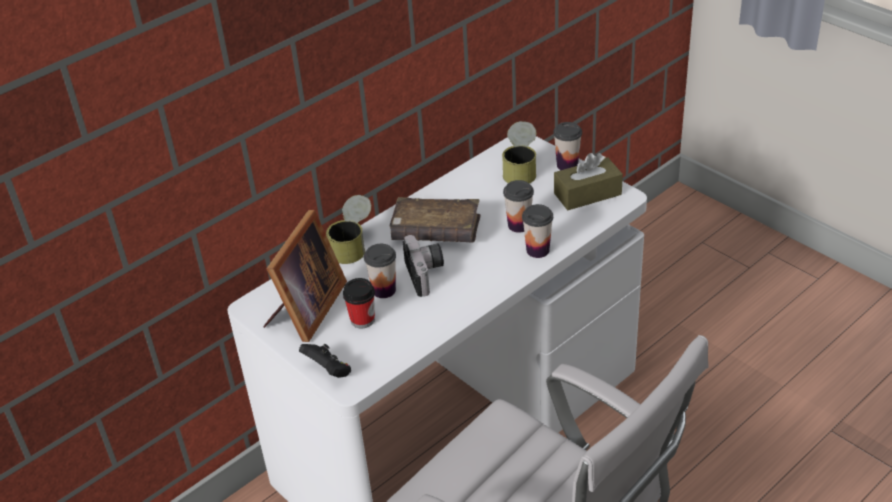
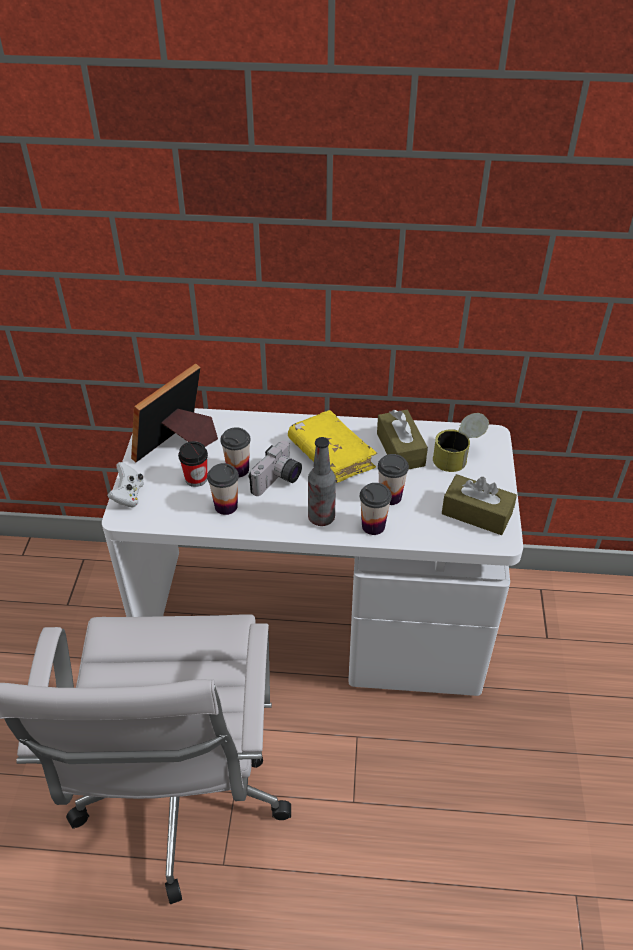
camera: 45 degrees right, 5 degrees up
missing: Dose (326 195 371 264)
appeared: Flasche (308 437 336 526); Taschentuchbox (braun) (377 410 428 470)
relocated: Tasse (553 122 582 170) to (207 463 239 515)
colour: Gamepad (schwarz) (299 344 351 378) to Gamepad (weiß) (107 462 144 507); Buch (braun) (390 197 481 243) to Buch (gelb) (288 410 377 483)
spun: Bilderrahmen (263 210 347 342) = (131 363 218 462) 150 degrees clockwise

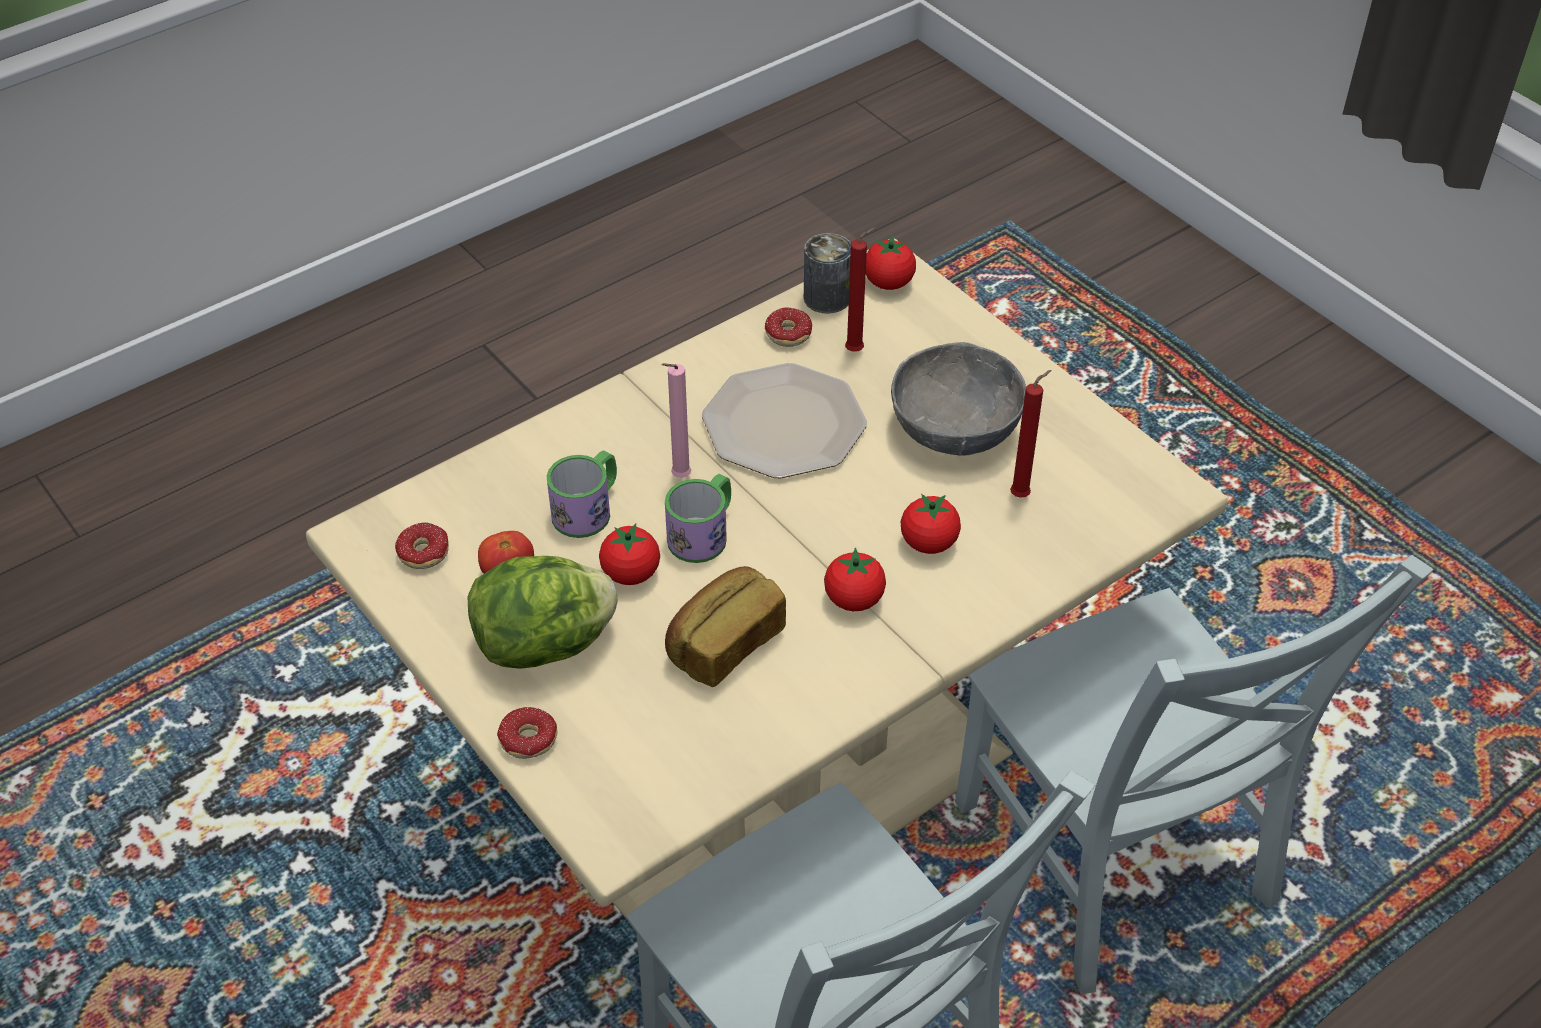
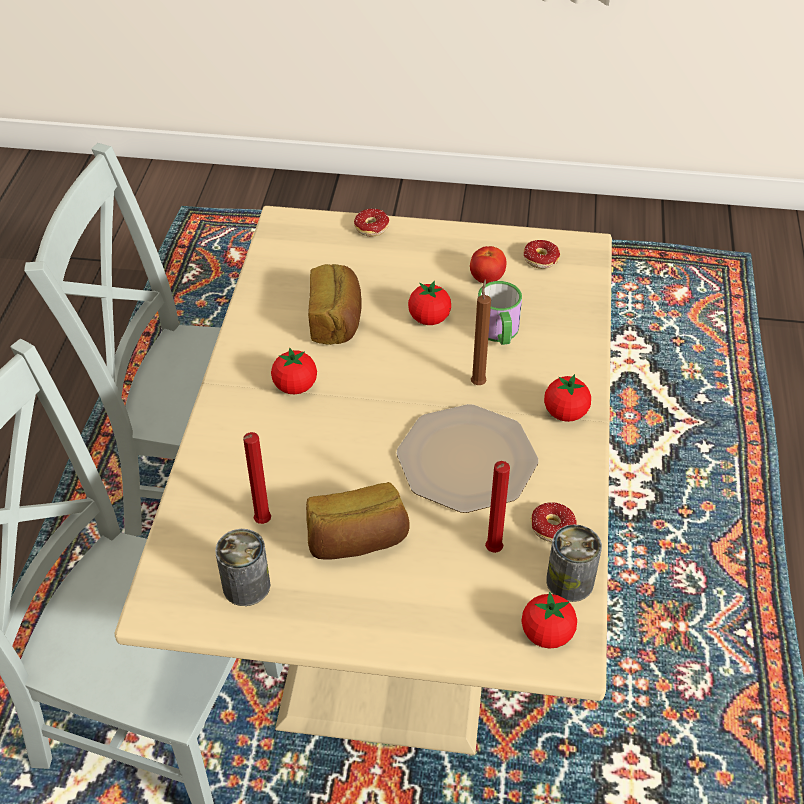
camera: 135 degrees right, 0 degrees up
missing: Salatkopf (467 556 618 669); Henkelbecher (665 473 731 563)
appeared: Dose (215 529 270 606)
relocated: Tomate (901 494 961 554) to (544 374 591 422)
exchanged: Schüssel (grau) (891 342 1026 456) to Brot (306 482 409 560)
colour: Kerze (rosa) (661 363 691 478) to Kerze (braun) (471 279 491 385)

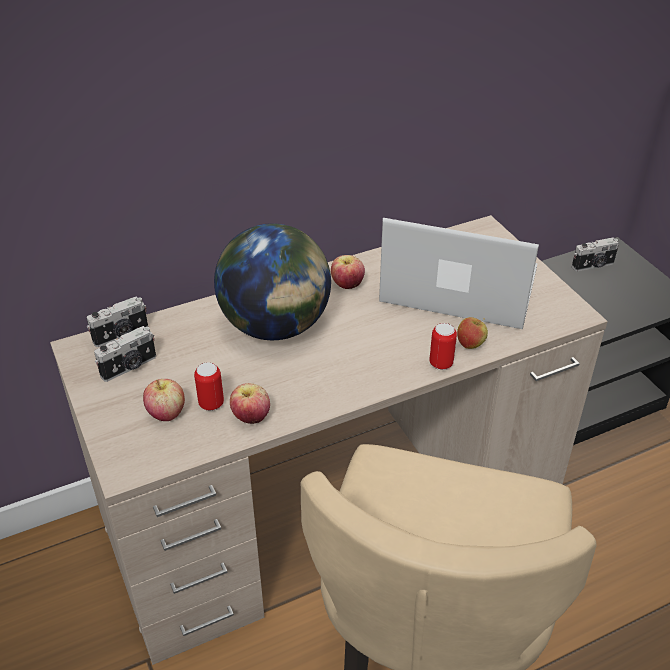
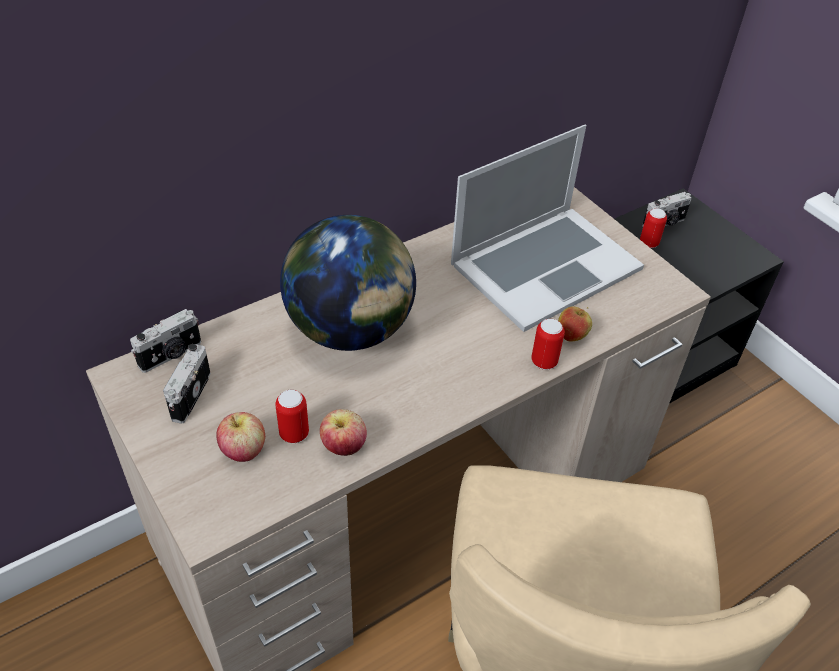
camera: 10 degrees left, 5 degrees up
missing: Apfel (331 255 365 289)
appeared: Dose (640 208 667 248)
spun: Kamera (94 326 156 382) = (163 344 211 423) 150 degrees clockwise; Laptop (379 218 539 329) = (451 125 644 332) 135 degrees clockwise

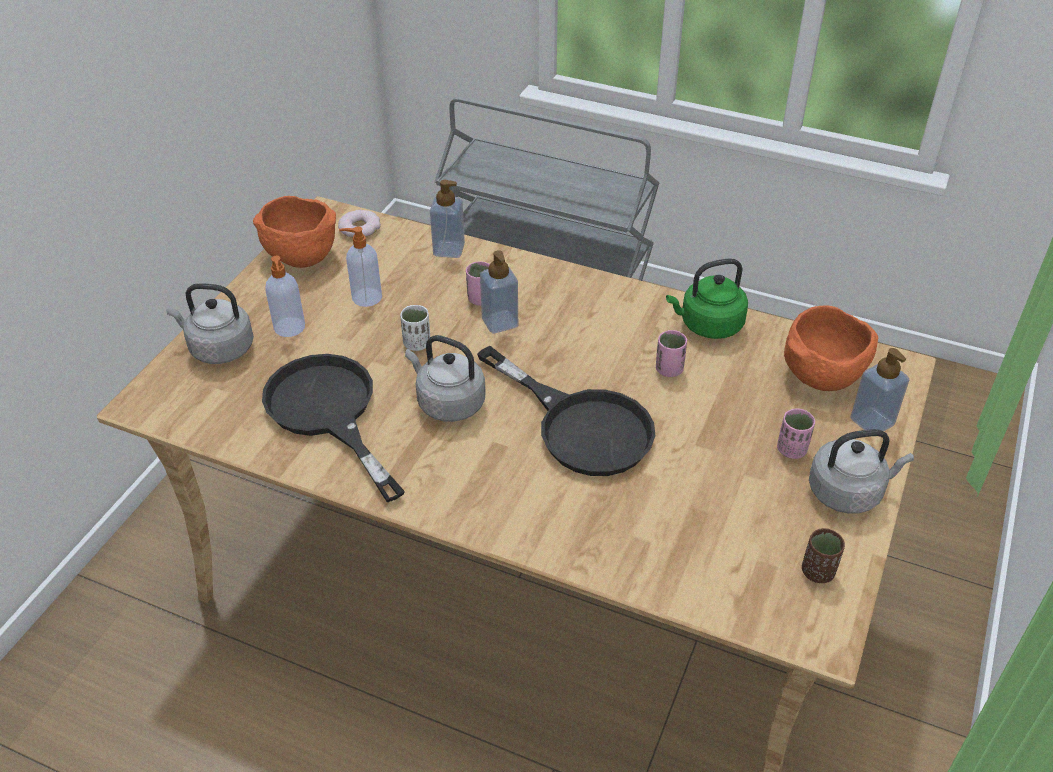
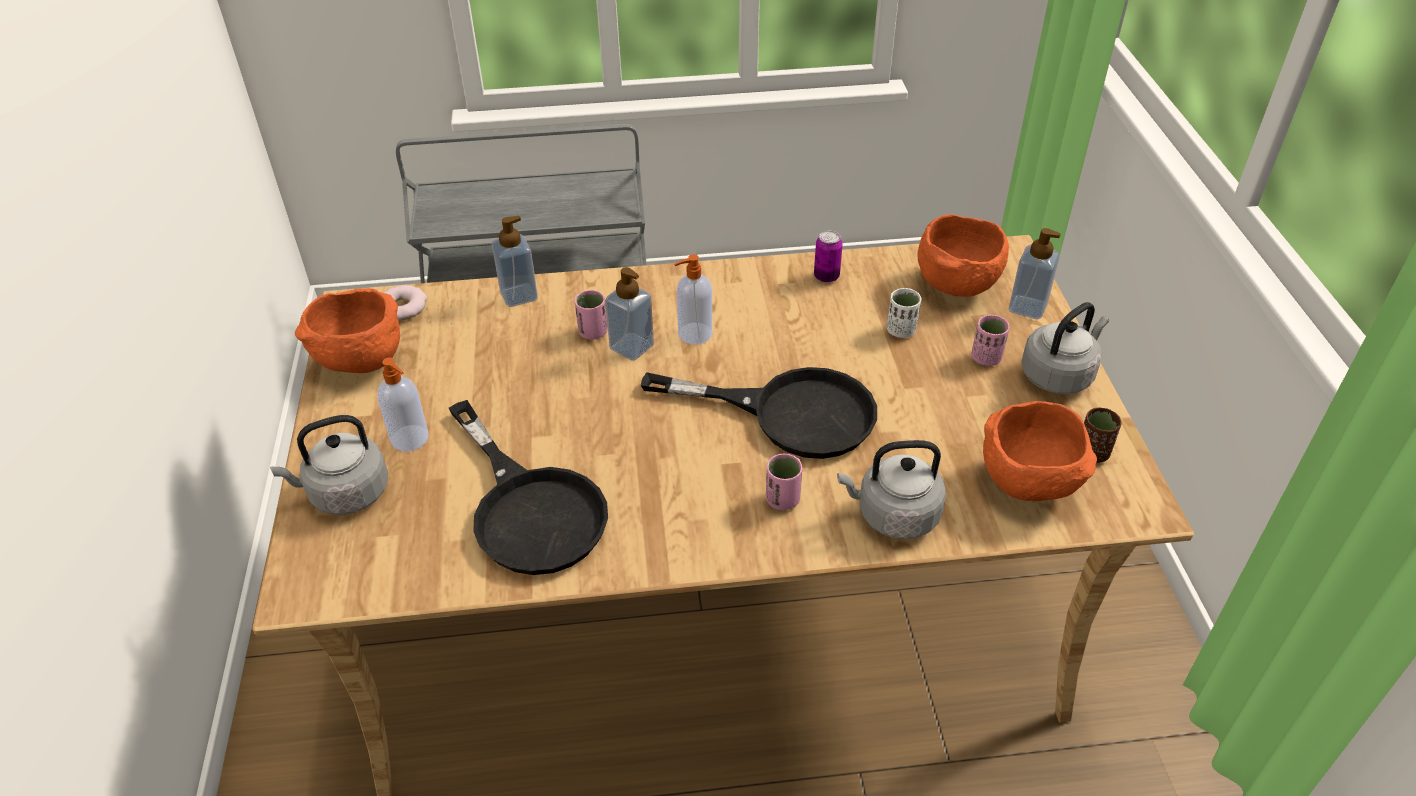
camera: 30 degrees left, 0 degrees up
appeared: Schüssel (orange) (983 401 1097 501)
relocated: Seifenspender (339 226 382 307) to (674 254 712 344); Tasse (weiß) (400 305 430 351) to (887 288 921 338); Wasserkessel (grau) (405 335 486 422) to (837 440 946 539); Tasse (rosa) (656 330 687 377) to (766 454 802 510)
exchanged: Wasserkessel (grün) (666 258 748 339) to Dose (814 231 843 283)
spun: Pfanne (schwarz) (262 354 405 502) = (449 400 608 575) 150 degrees counterclockwise

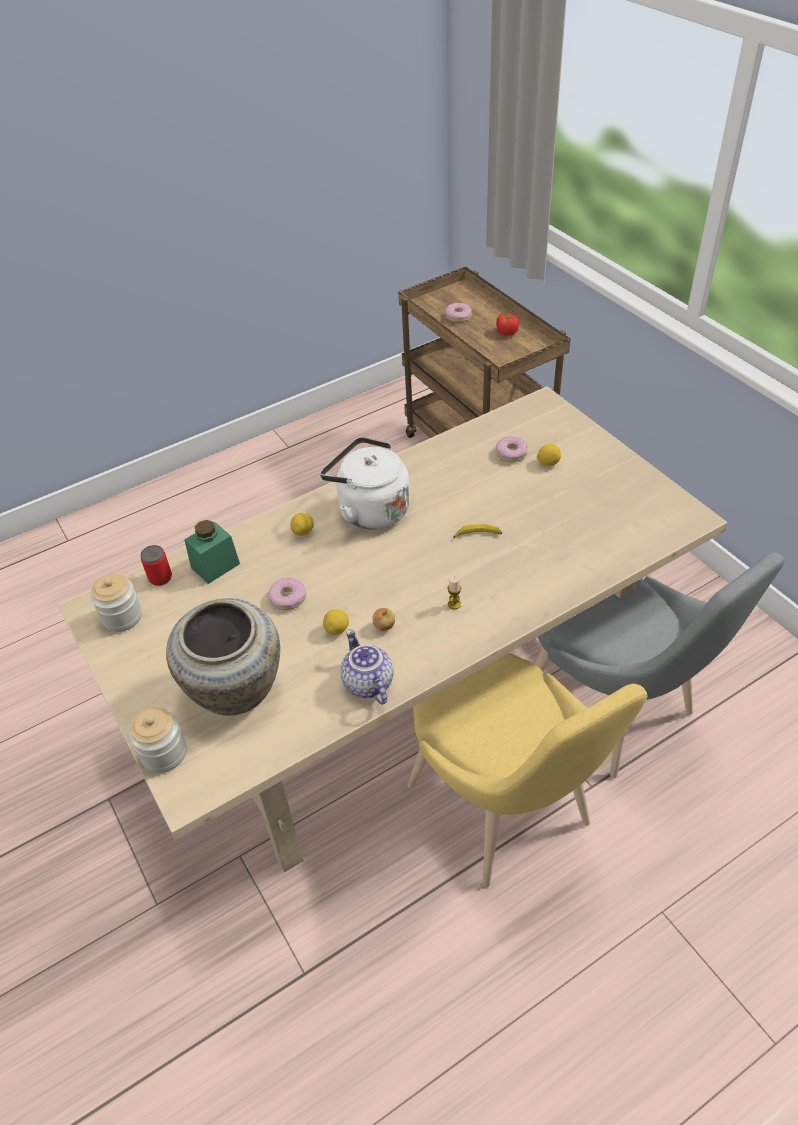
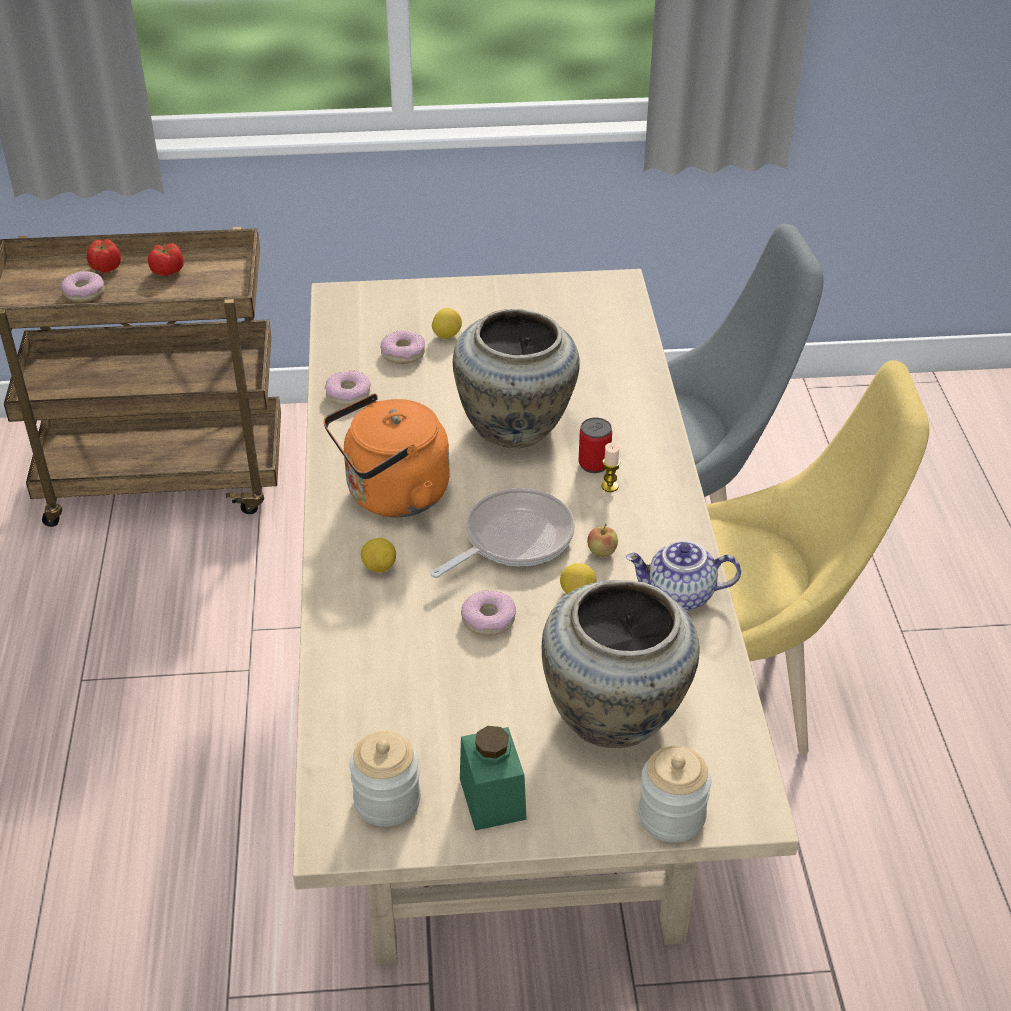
camera: 65 degrees left, 5 degrees down
appeared: Tomate (87 239 121 273); Donut (325 371 371 406); Pfanne (430 488 575 578)
relocated: Dose (140 545 172 586) to (579 418 612 473); Vorratsglas (grün) (184 520 240 584) to (460 726 527 831)
exchanged: Banane (453 524 502 538) to Vase (beige) (453 309 580 448)
colour: Wasserkessel (weiß) (320 437 410 529) to Wasserkessel (orange) (324 393 450 517)

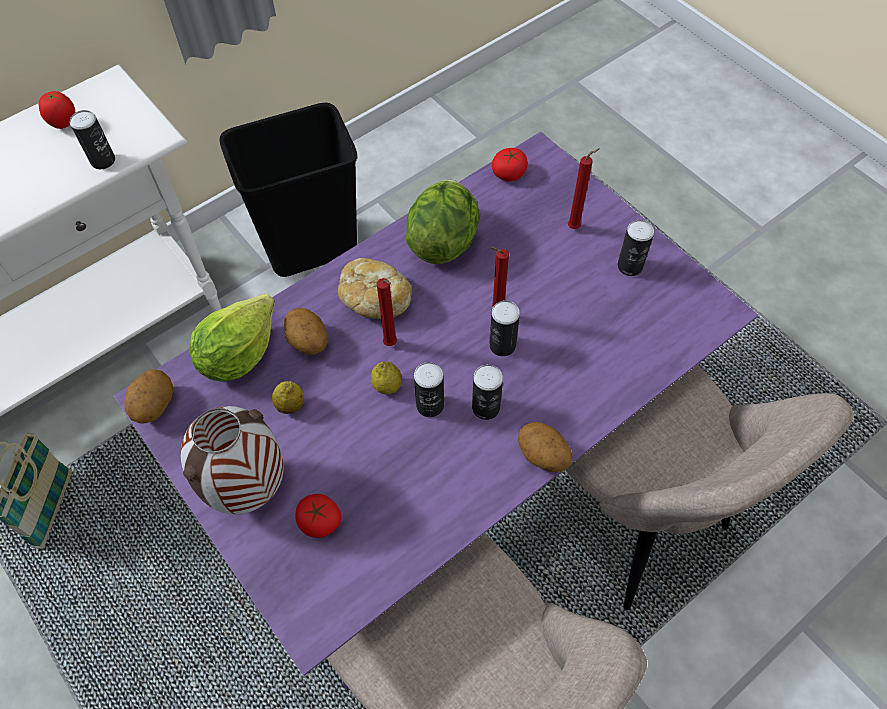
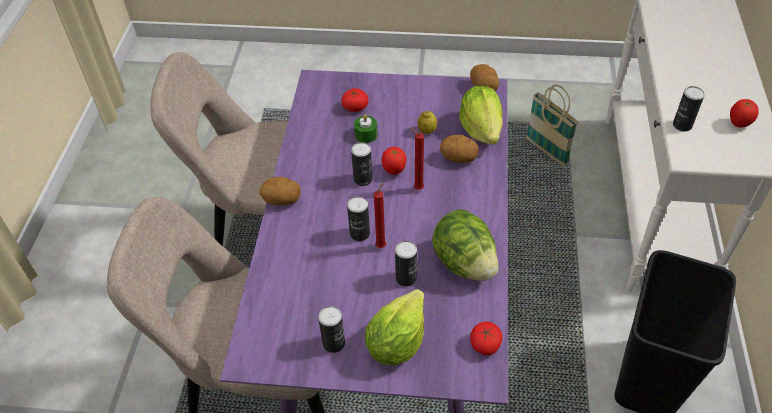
camera: 135 degrees right, 10 degrees down
missing: Vase (180 406 284 514); Brot (338 258 412 319)
appeared: Kerze (grün) (354 114 378 143)
relocated: Dose (472 364 503 420) to (395 241 417 287)
exchanged: Zitrone (371 362 402 394) to Tomate (382 147 406 175); Kerze (rot) (568 148 600 229) to Salatkopf (365 289 424 365)

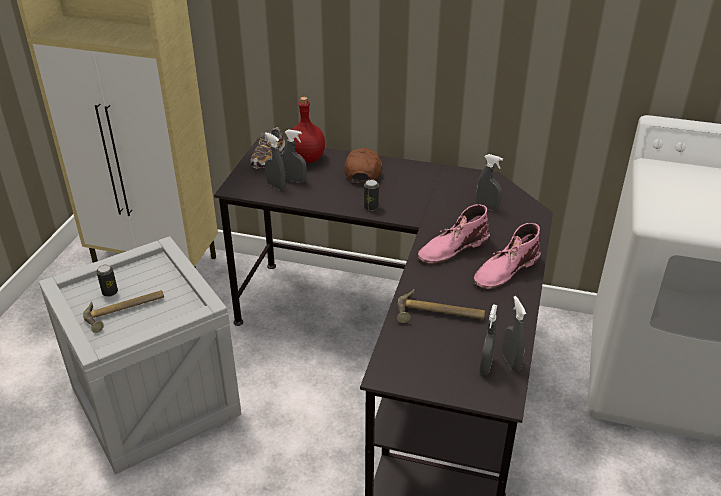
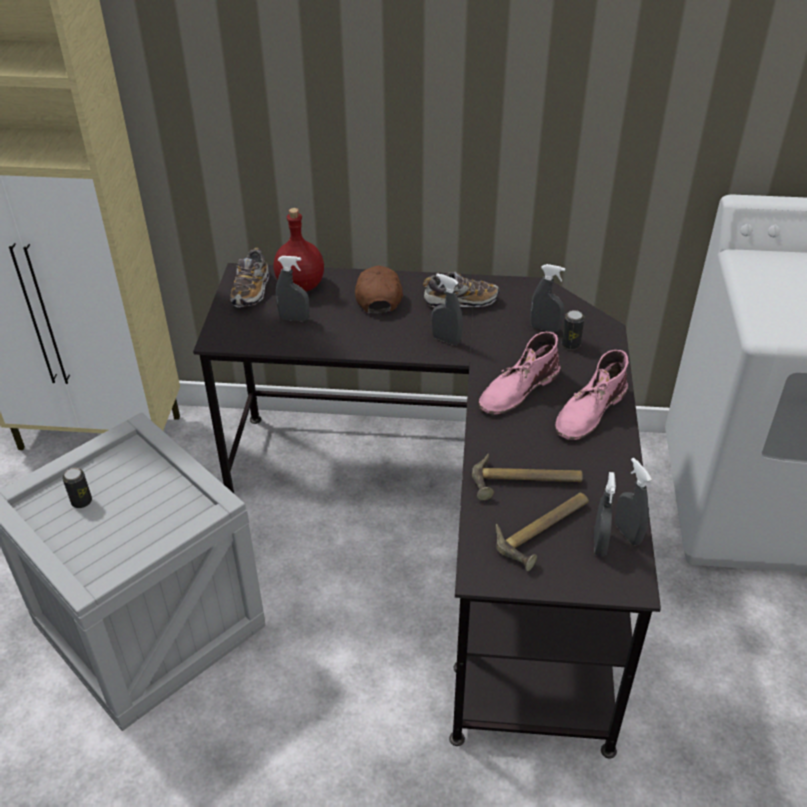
camera: 10 degrees left, 5 degrees up
appeared: Schuh (423 271 499 307)
relocated: Hammer (83 290 164 333) to (496 493 589 571); Sprühflasche (grau) (265 132 286 190) to (432 273 463 345); Dose (364 180 379 211) to (562 310 584 350)

